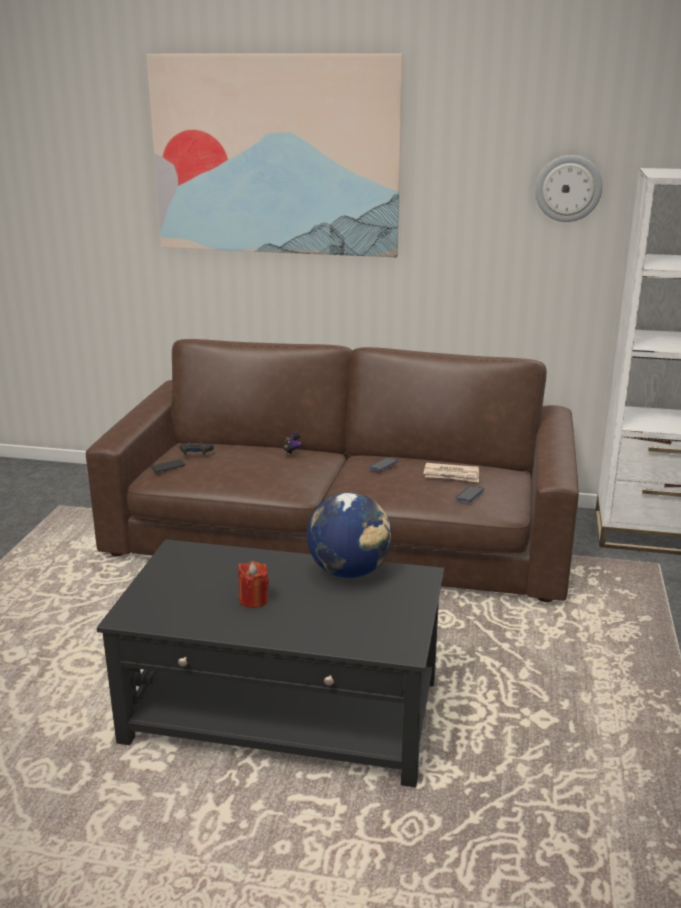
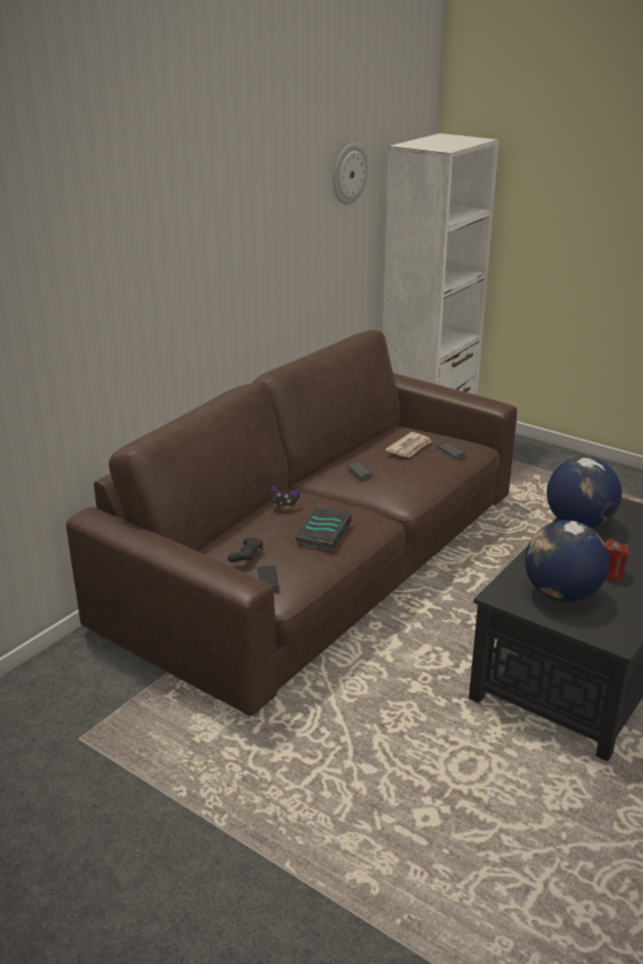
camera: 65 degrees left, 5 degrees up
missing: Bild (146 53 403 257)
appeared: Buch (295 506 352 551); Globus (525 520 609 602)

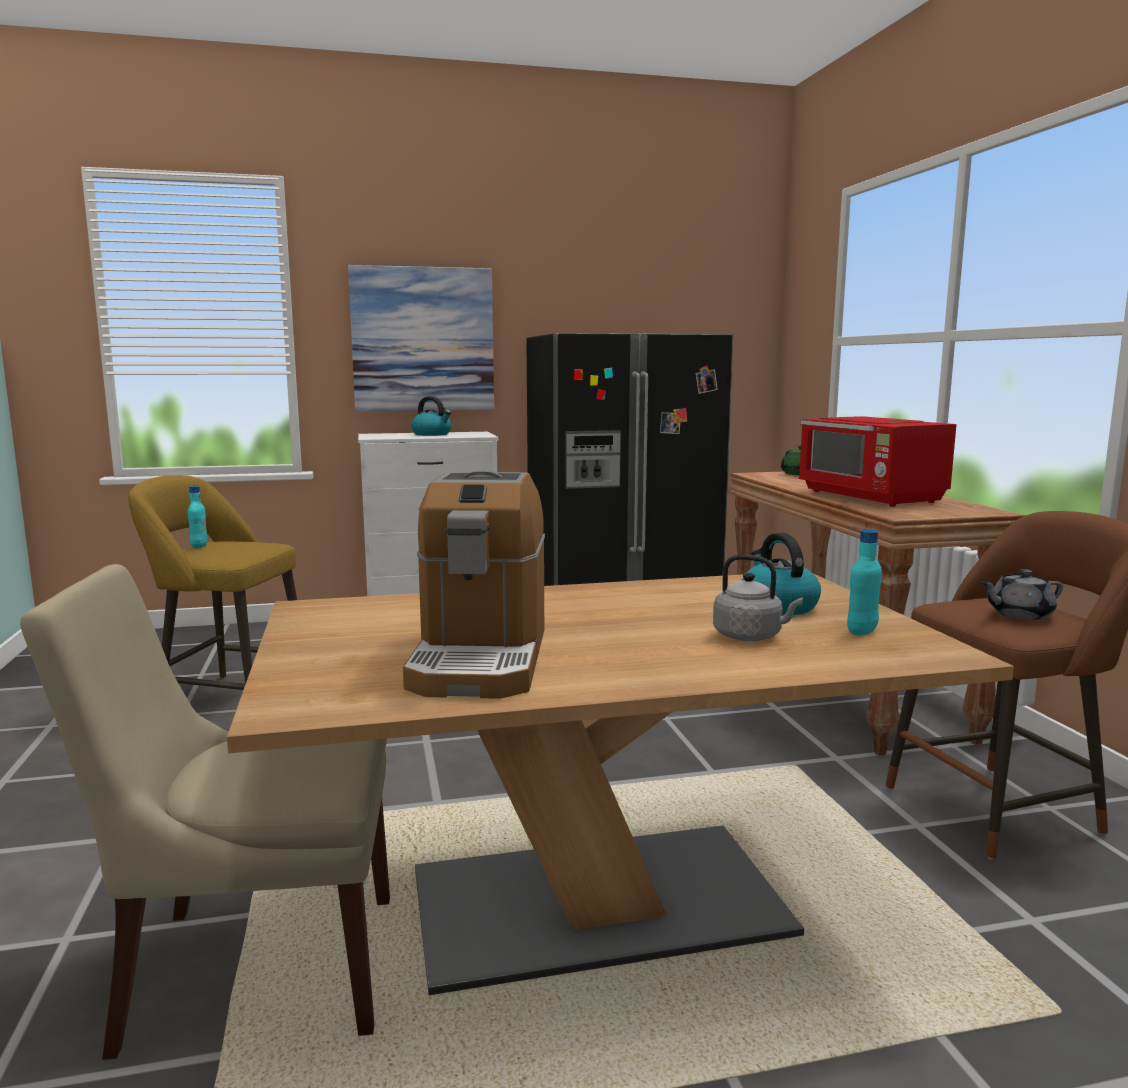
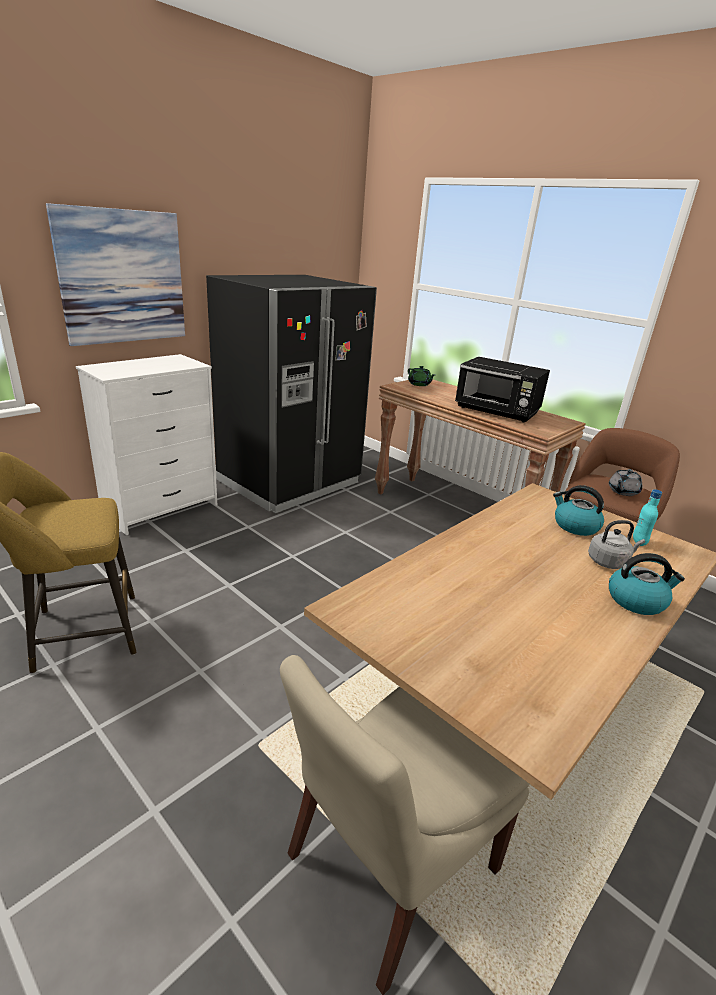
camera: 35 degrees left, 15 degrees up
missing: Flasche (türkis) (188 485 208 549); Kaffeemaschine (403 470 545 699)
relocated: Wasserkessel (411 396 451 436) to (609 553 685 615)
colour: Mikrowelle (rot) (798 416 956 507) to Mikrowelle (schwarz) (455 357 550 422)

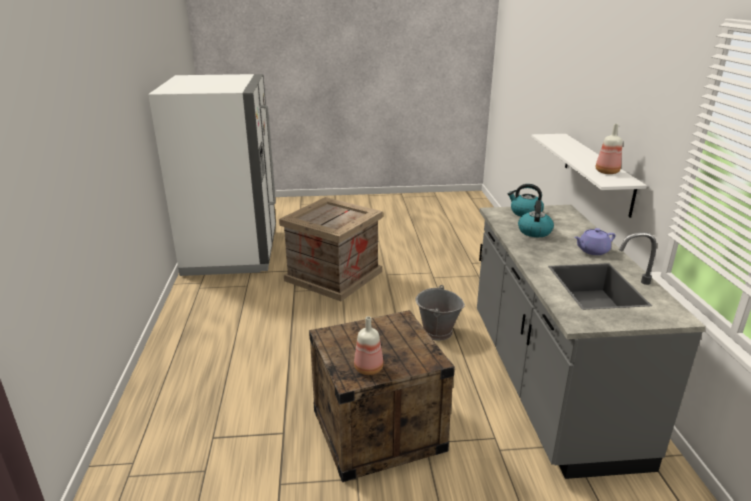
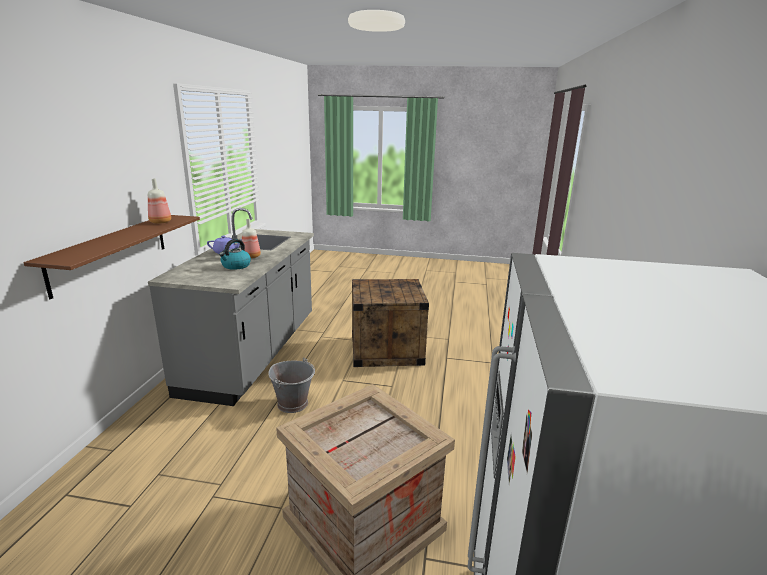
camera: 165 degrees left, 5 degrees down
missing: Wasserkessel (508 184 544 217)
relocated: Flasche (354 316 383 375) to (242 219 261 258)
colour: Wandregal (weiß) (531 134 647 218) to Wandregal (braun) (23 215 200 299)

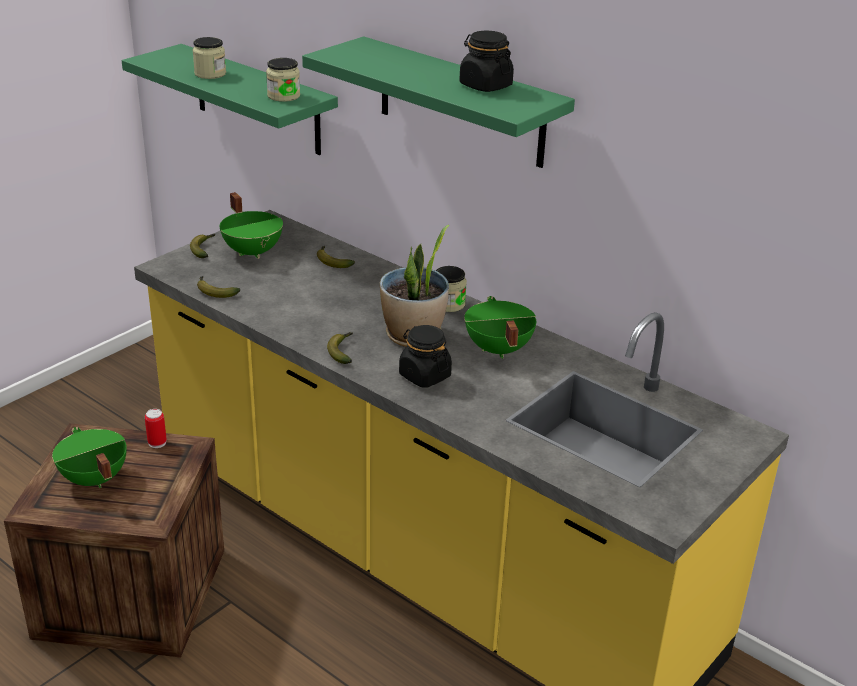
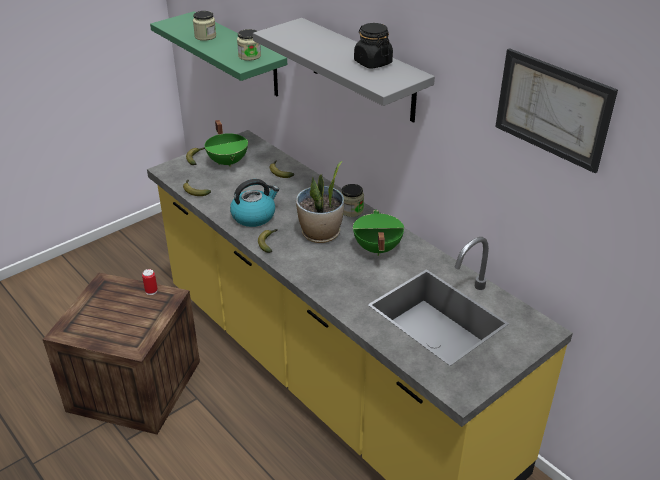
camera: 10 degrees right, 5 degrees up
missing: Kochtopf (grün) (52 427 127 488); Vorratsglas (schwarz) (399 325 452 388)
appeared: Wasserkessel (230 179 279 227); Bild (495 48 618 173)
colour: Wandregal (grün) (302 36 575 168) to Wandregal (grau) (253 18 435 123)

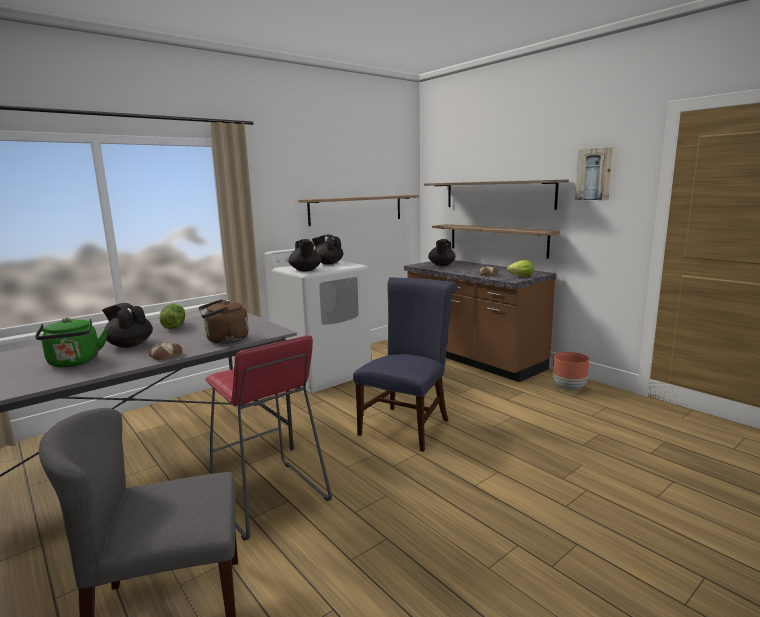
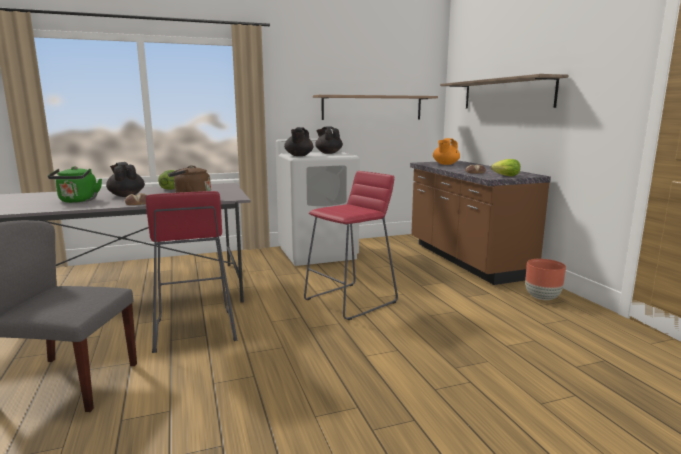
camera: 20 degrees right, 0 degrees up
missing: Wandregal (432 224 560 259); Bild (575 147 613 200)
exchanged: Stuhl (blau) (353 277 457 452) to Hocker (rot) (304 171 398 320)
colour: Teekanne (schwarz) (428 239 456 266) to Teekanne (orange) (433 138 460 165)

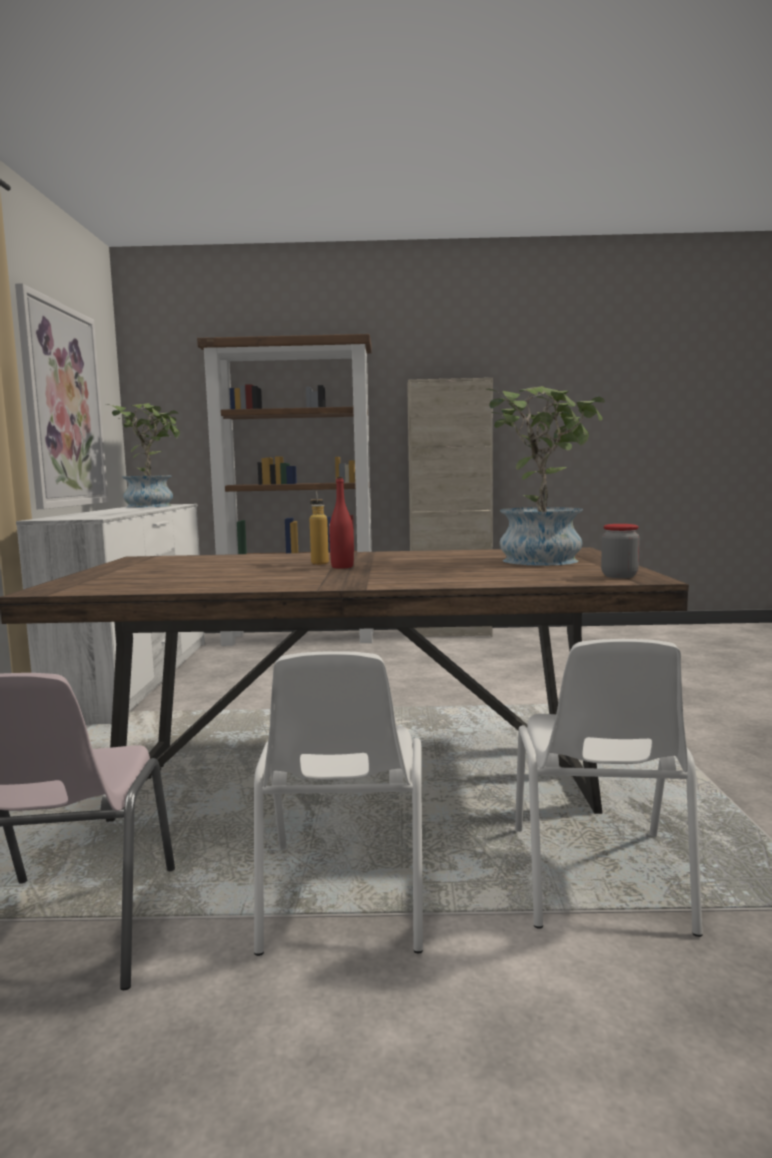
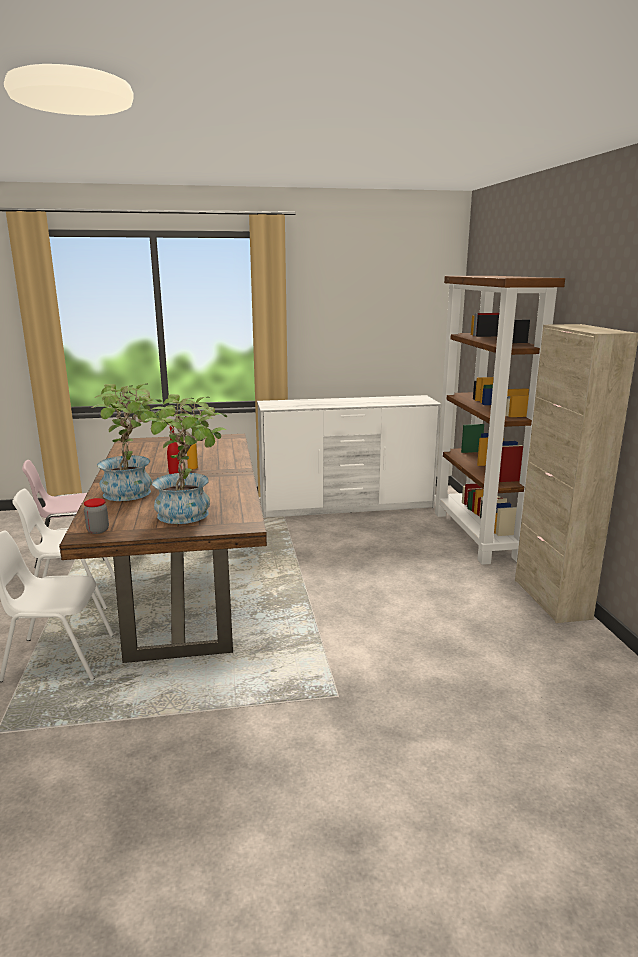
camera: 80 degrees right, 10 degrees up
missing: Bild (15 283 109 509)
relocated: Topfpflanze (106 403 180 508) to (91 384 162 501)

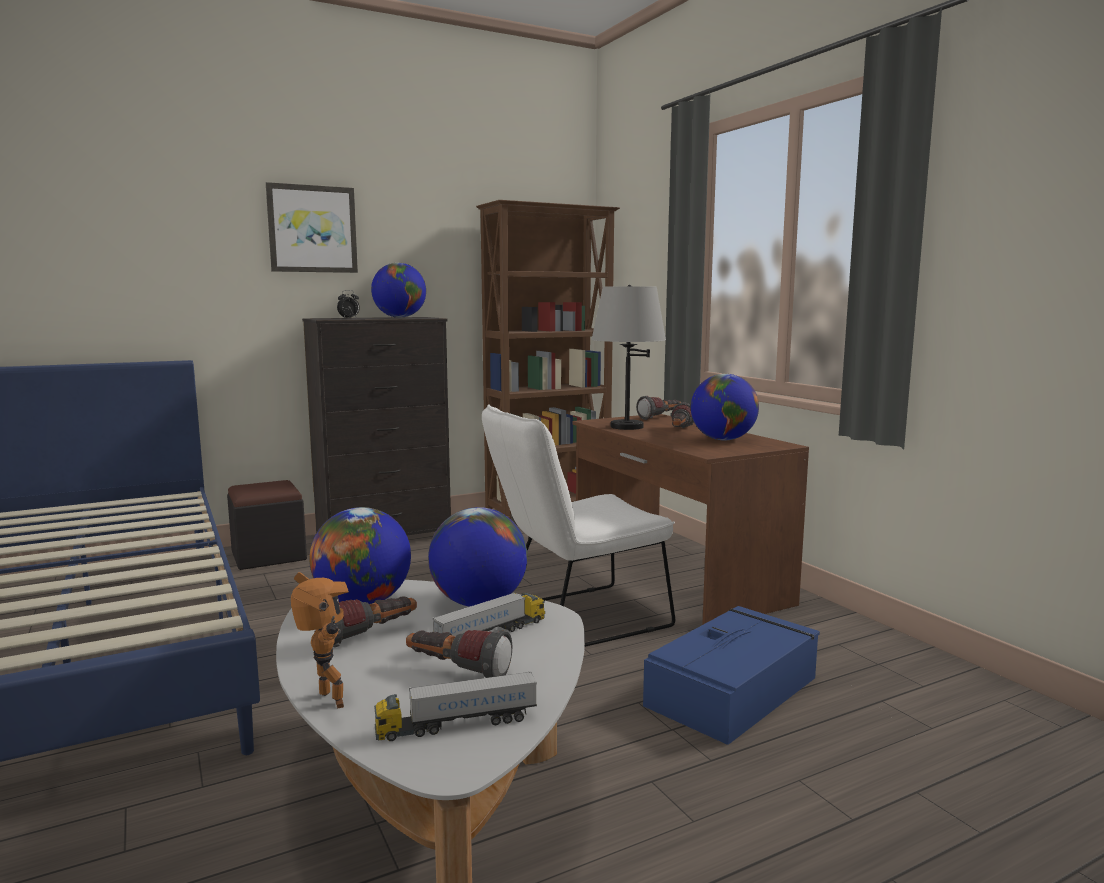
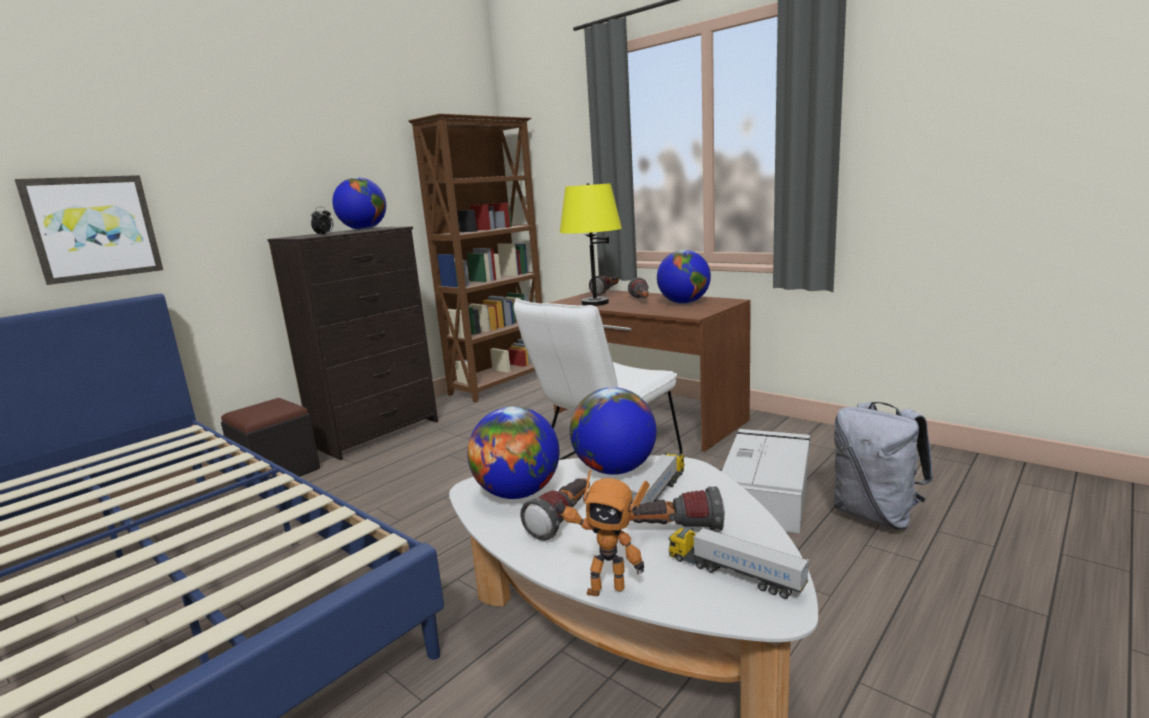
camera: 20 degrees left, 5 degrees up
appeared: Rucksack (grau) (833 402 933 530)
relocated: Bild (266 182 358 273) to (15 175 163 285)
colour: Tischlampe (grau) (591 285 666 430) to Tischlampe (gelb) (560 183 622 306); Aufbewahrungsbox (blau) (643 606 820 745) to Aufbewahrungsbox (grau) (721 429 810 533)
spun: Spielzeugroboter (291 572 349 709) = (552 470 650 596) 150 degrees clockwise; Spielzeuglaster (374 671 537 741) = (669 527 809 599) 75 degrees clockwise

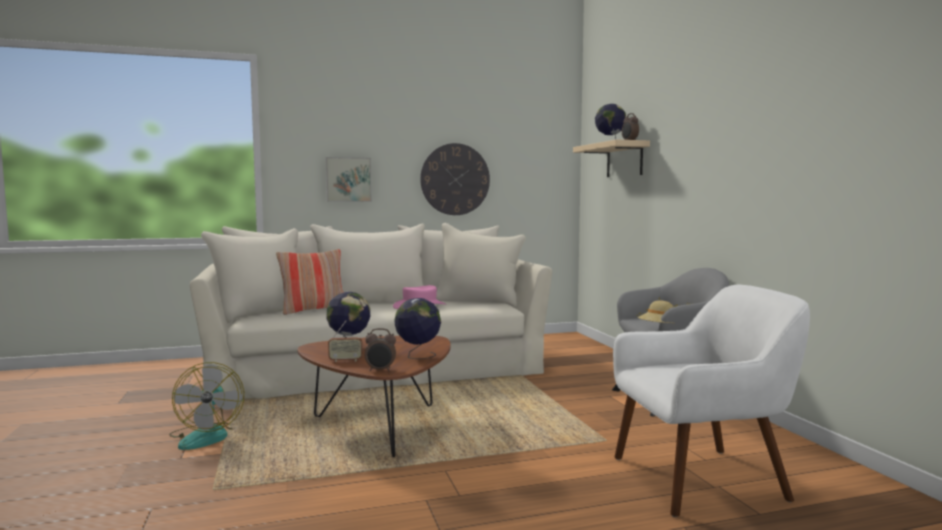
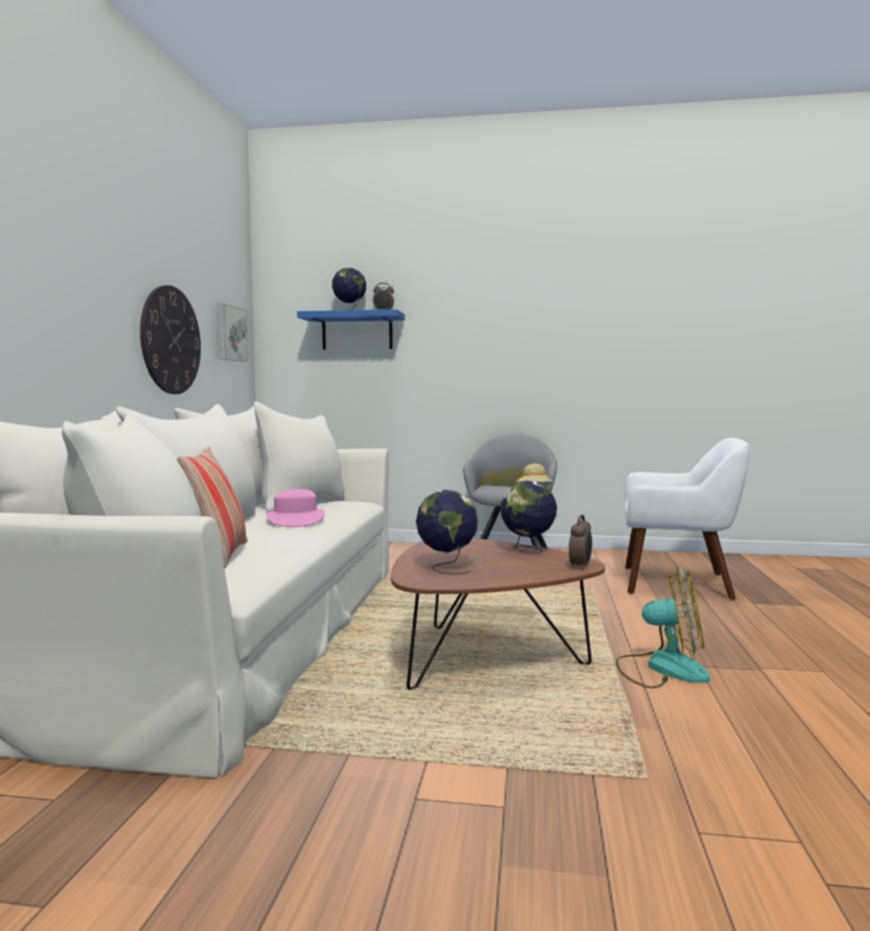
camera: 65 degrees left, 0 degrees up
missing: Radio (328 321 363 362)
relocated: Ventilator (169 362 244 450) to (616 567 710 688); Bild (325 157 372 202) to (217 304 248 361)
colour: Wandregal (beige) (573 139 650 177) to Wandregal (blau) (297 309 405 350)
spun: Sessel (weiß) (613 285 810 517) = (625 438 750 600) 90 degrees clockwise

